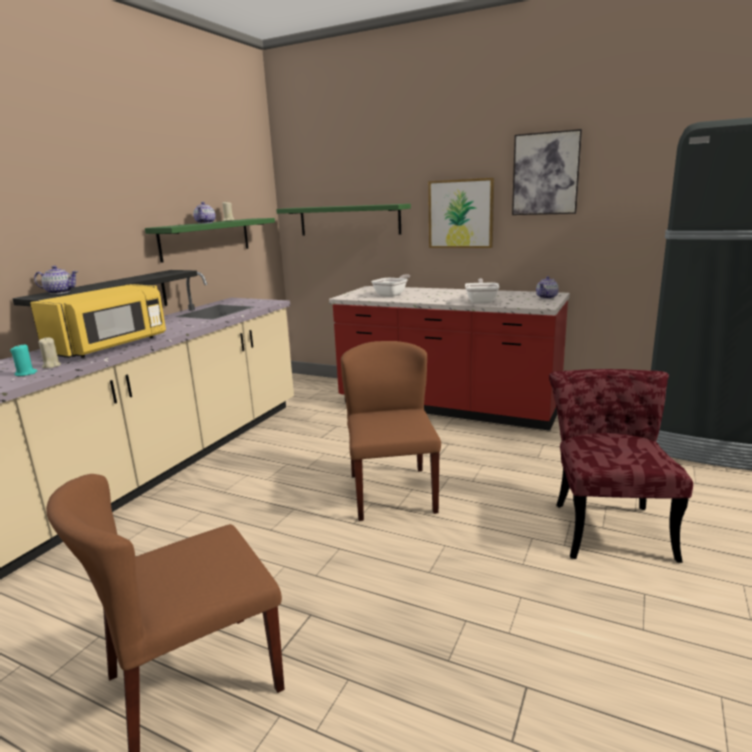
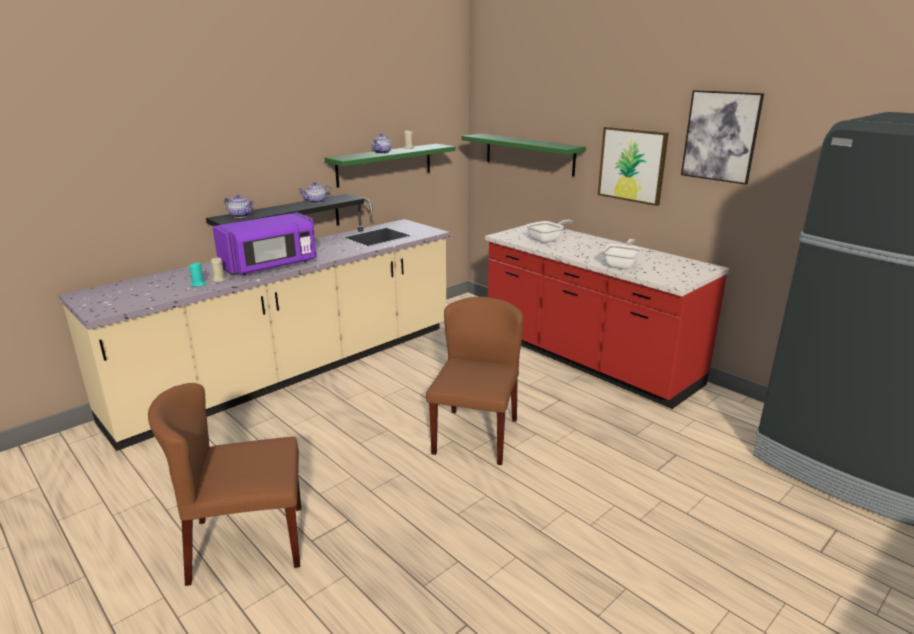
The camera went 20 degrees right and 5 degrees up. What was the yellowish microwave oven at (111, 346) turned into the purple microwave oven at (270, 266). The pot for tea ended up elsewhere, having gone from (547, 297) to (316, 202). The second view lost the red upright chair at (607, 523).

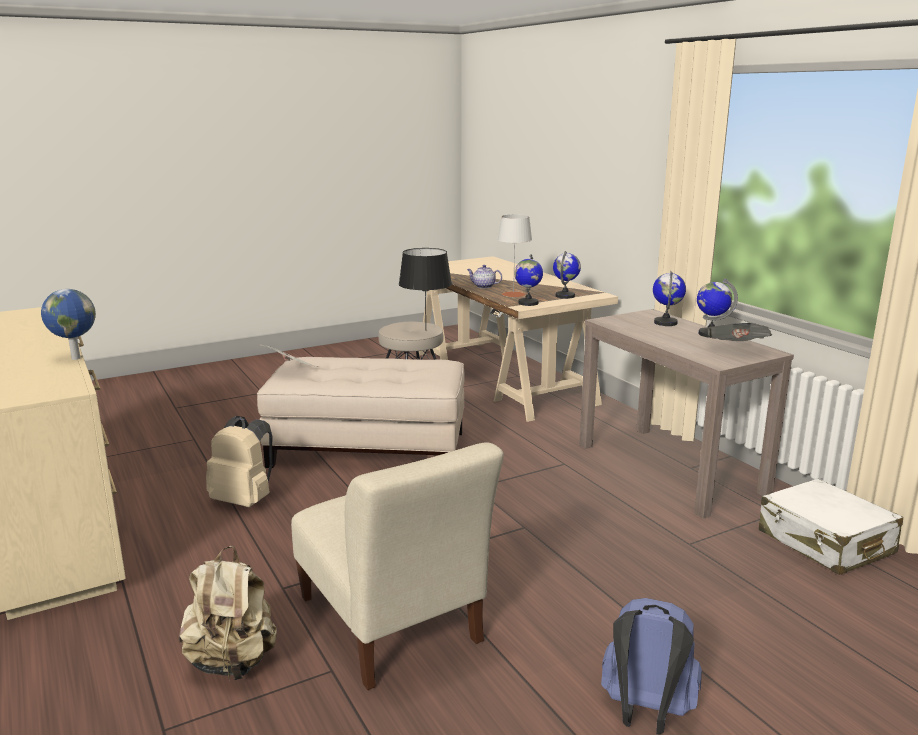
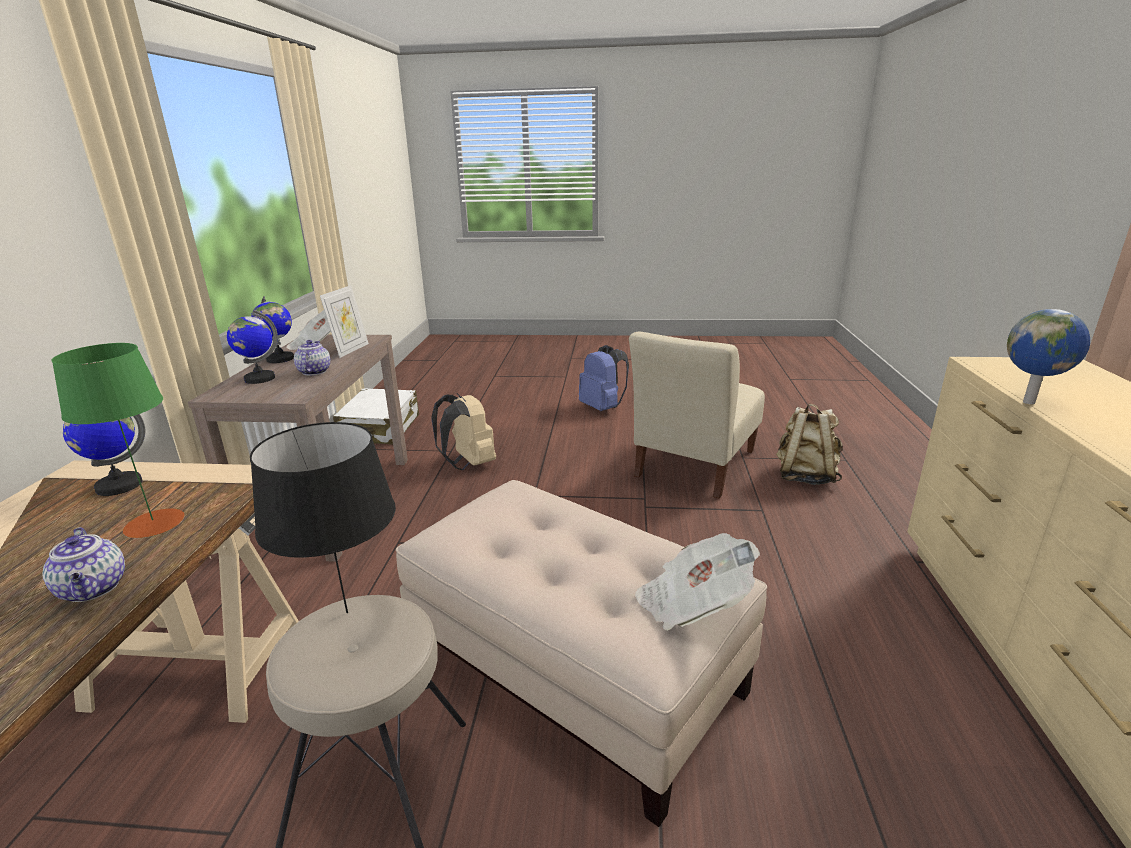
The camera went 145 degrees left and 5 degrees up. What was the grey lamp for a table at (513, 294) turned into the green lamp for a table at (154, 523). The second view gained the pot for tea at (314, 371). The second view gained the picture frame at (350, 350). The beige rucksack ended up elsewhere, having gone from (245, 500) to (468, 464). The beige upright chair at (391, 625) ended up facing another way, 150 degrees counterclockwise from before. The second view lost the world globe at (528, 303).

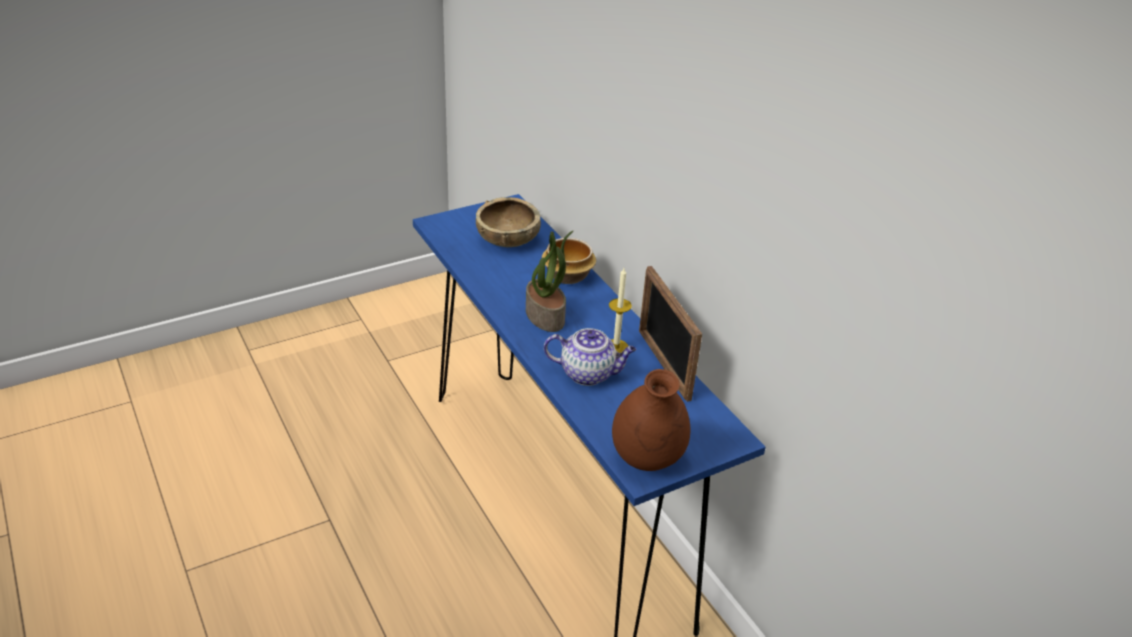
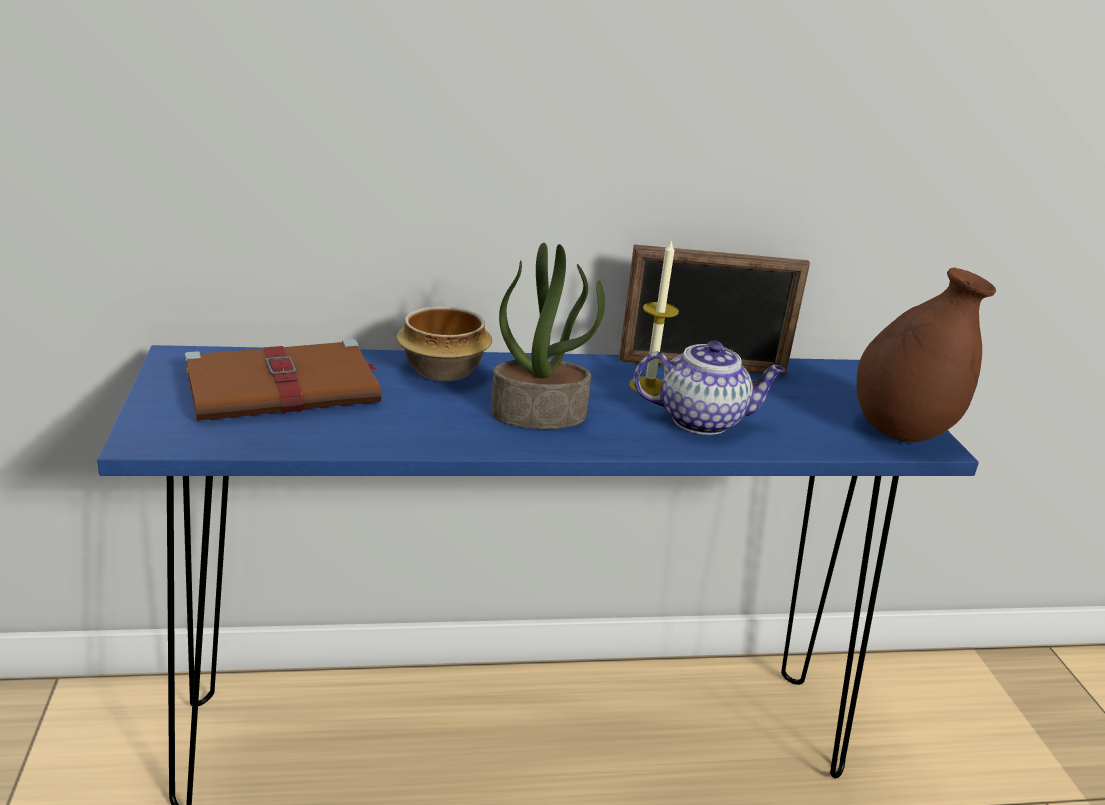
The camera went 70 degrees left and 10 degrees down. Where the brown-coloured deep dish stood at (507, 239), the brown-coloured bound book came to stand at (286, 388). The pot for tea at (589, 373) ended up facing another way, 60 degrees clockwise from before.

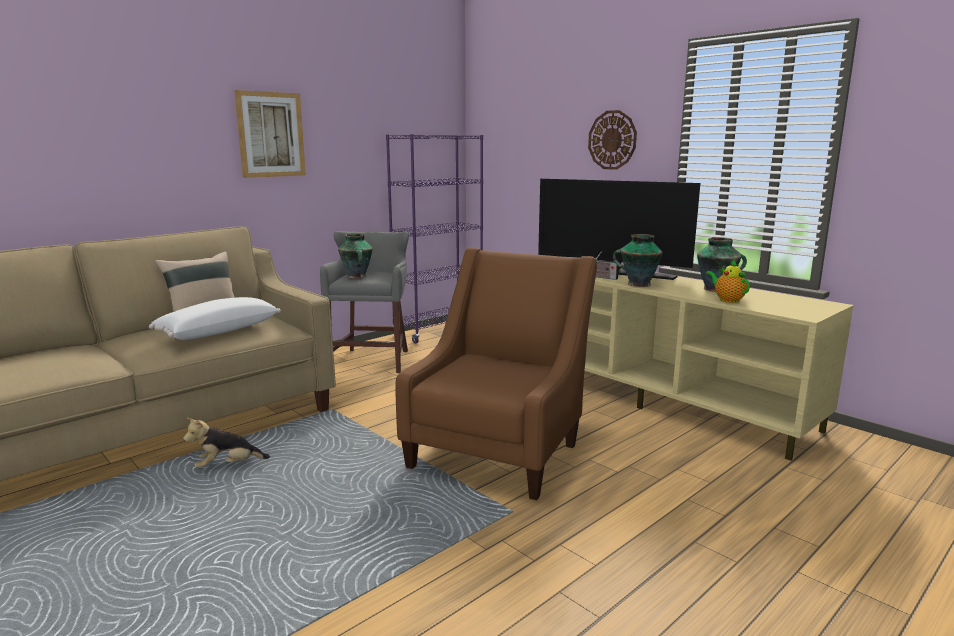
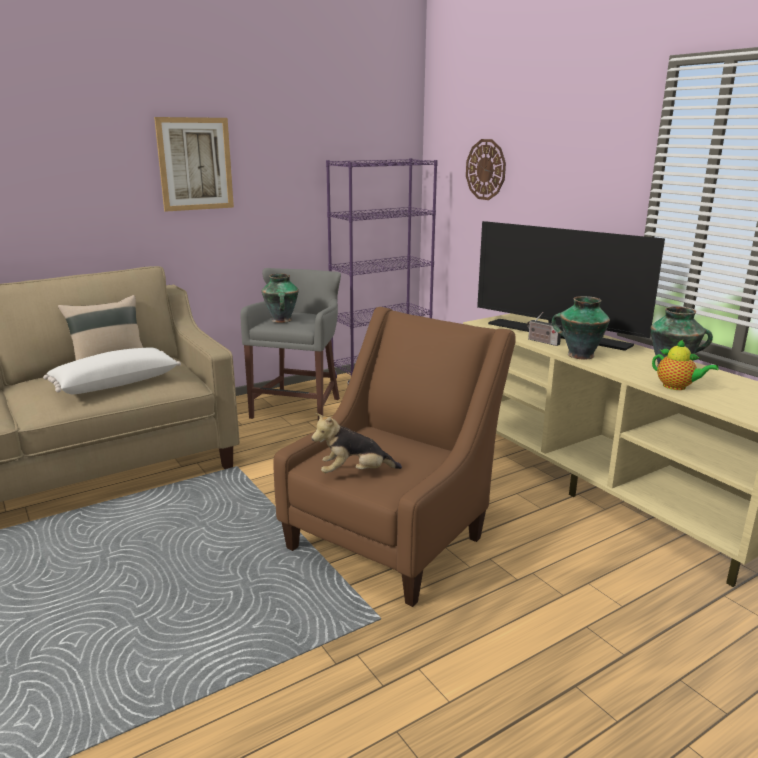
The camera went 10 degrees right and 5 degrees up. The plush toy ended up elsewhere, having gone from (227, 466) to (354, 473). The clock on the wall ended up elsewhere, having gone from (612, 140) to (486, 169). The pot for tea at (727, 300) ended up facing another way, 150 degrees clockwise from before.

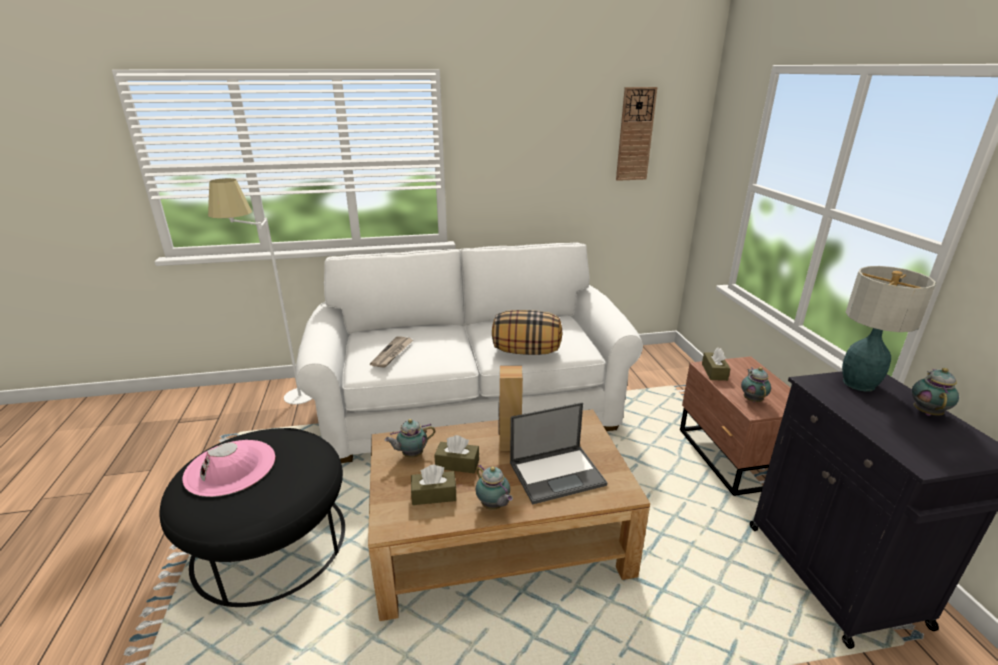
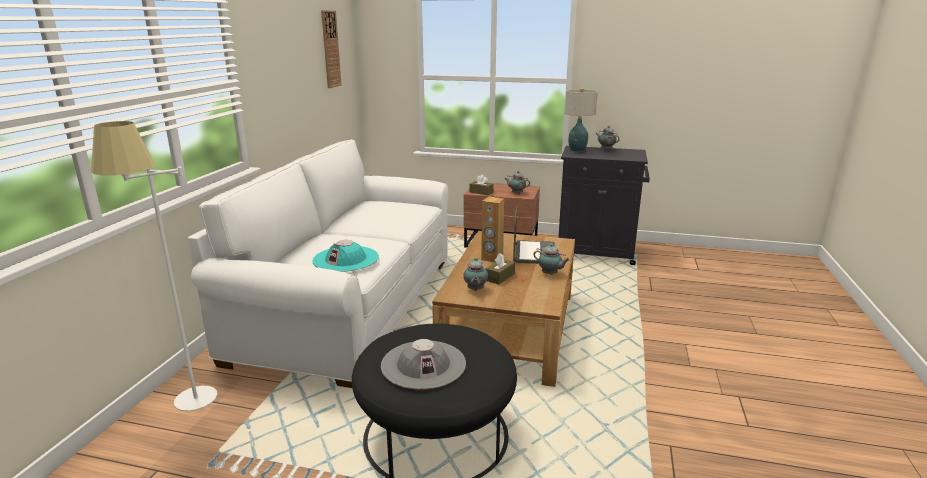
The camera went 65 degrees left and 5 degrees down. Where the daily paper stood at (392, 353), the turquoise-coloured hat came to stand at (346, 259). What was the pinkish hat at (230, 467) turned into the grey hat at (423, 364). The pot for tea at (493, 506) ended up facing another way, 45 degrees clockwise from before. The second view lost the brown-coloured tissue box at (434, 495). The second view lost the throw pillow at (526, 351).

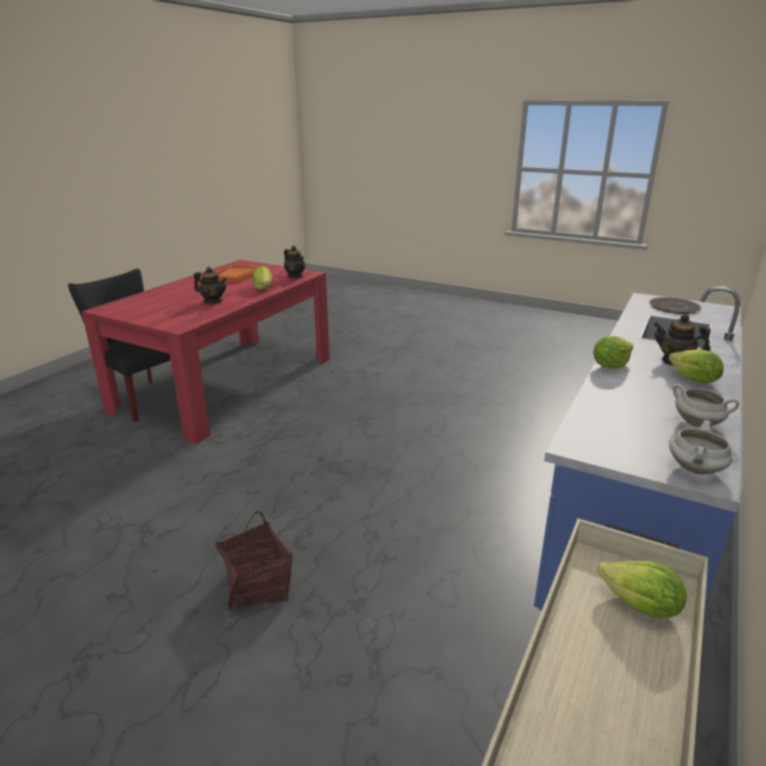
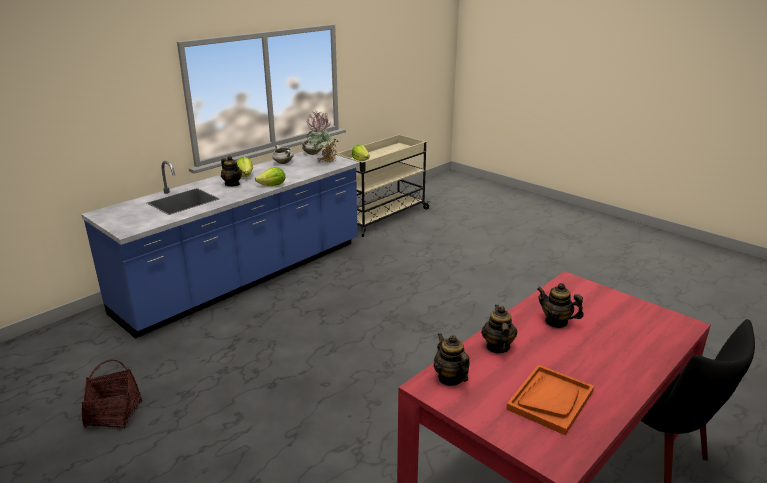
The camera went 165 degrees left and 0 degrees up. The basket ended up elsewhere, having gone from (257, 586) to (114, 414). The second view gained the houseplant at (323, 163). Where the lettuce head stood at (263, 288), the pot for tea came to stand at (497, 347). The second view lost the blackish dinner plate at (674, 306).

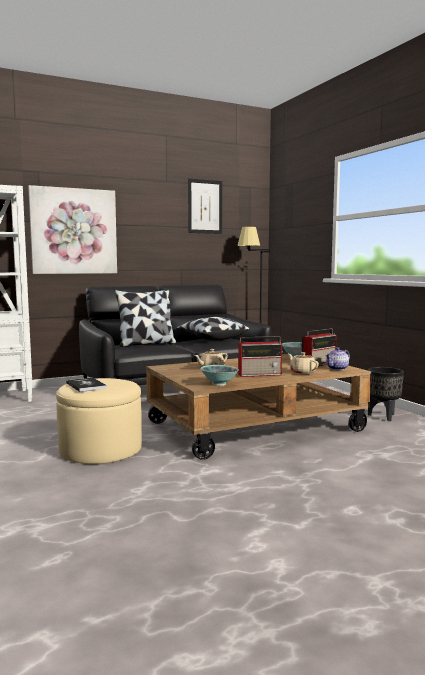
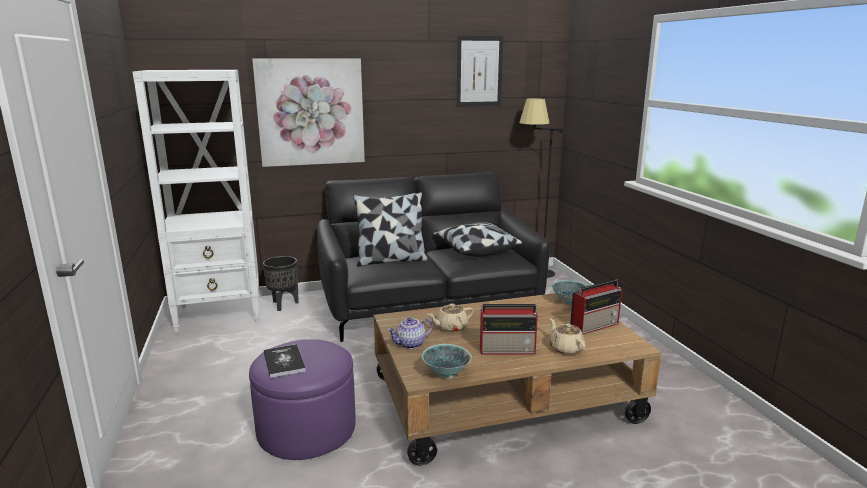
The camera went 10 degrees right and 10 degrees up. What was the beige footrest at (100, 449) turned into the purple footrest at (306, 429). The blackish plant pot ended up elsewhere, having gone from (383, 416) to (283, 304). The pot for tea ended up elsewhere, having gone from (337, 369) to (410, 344).

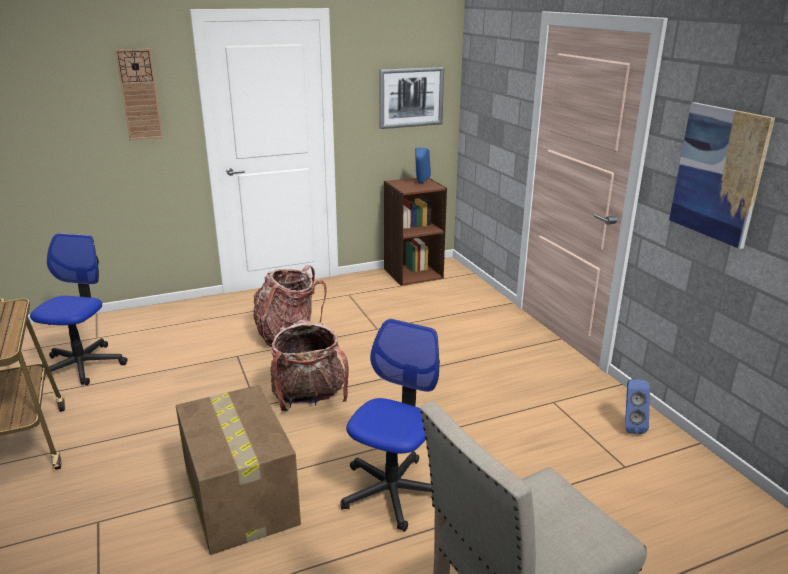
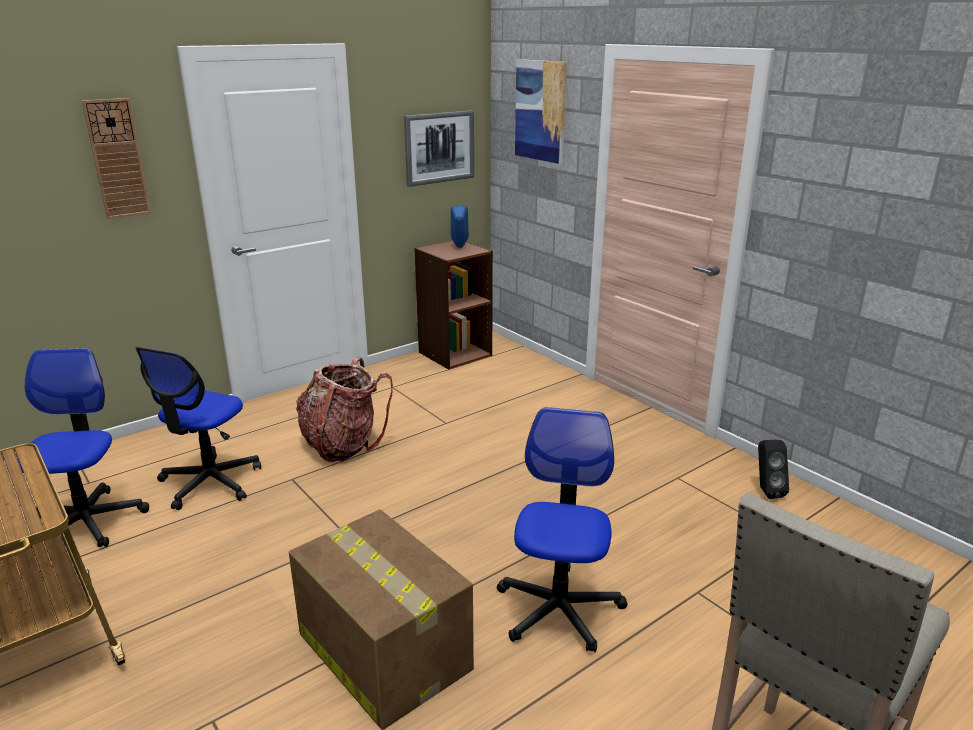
The camera went 15 degrees left and 0 degrees up. The second view gained the computer chair at (210, 482). The picture ended up elsewhere, having gone from (718, 173) to (540, 111). What was the blue speaker at (630, 426) turned into the blackish speaker at (766, 491). The second view lost the rucksack at (309, 398).

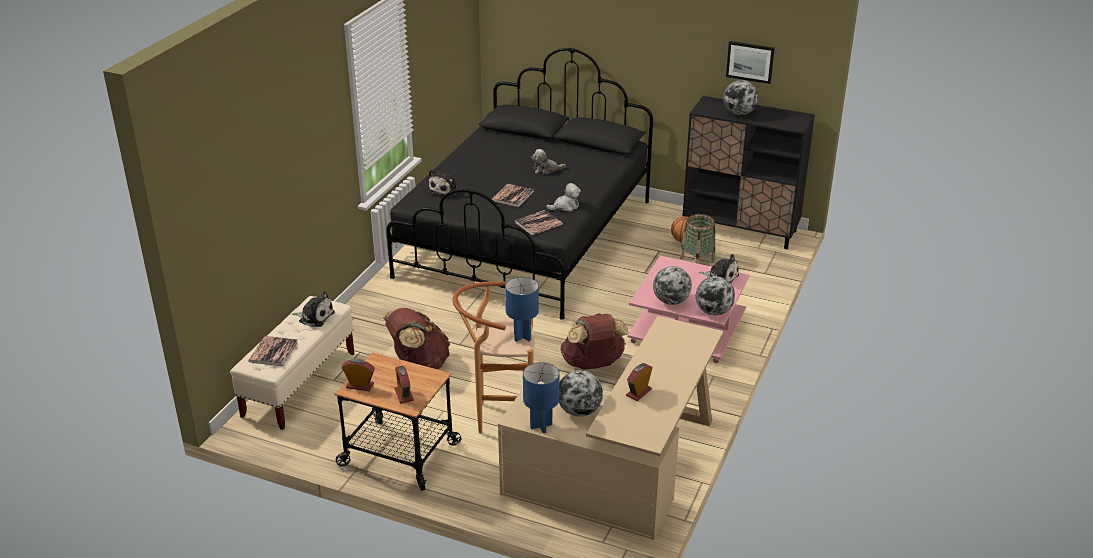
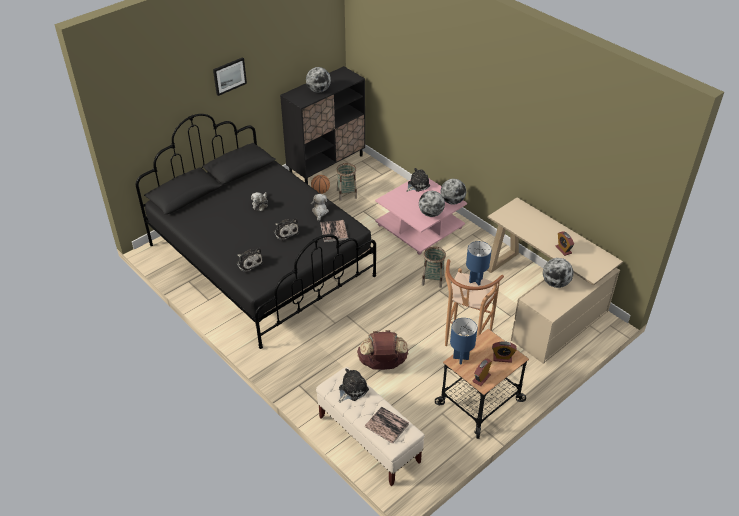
The camera went 65 degrees left and 10 degrees up. The picture ended up elsewhere, having gone from (750, 61) to (229, 76). Where the bound book stood at (512, 196), the plush toy came to stand at (285, 232). Where the brown-coloured rucksack stood at (593, 364), the basket came to stand at (432, 279). The blue lamp for a table ended up elsewhere, having gone from (541, 426) to (461, 358).

